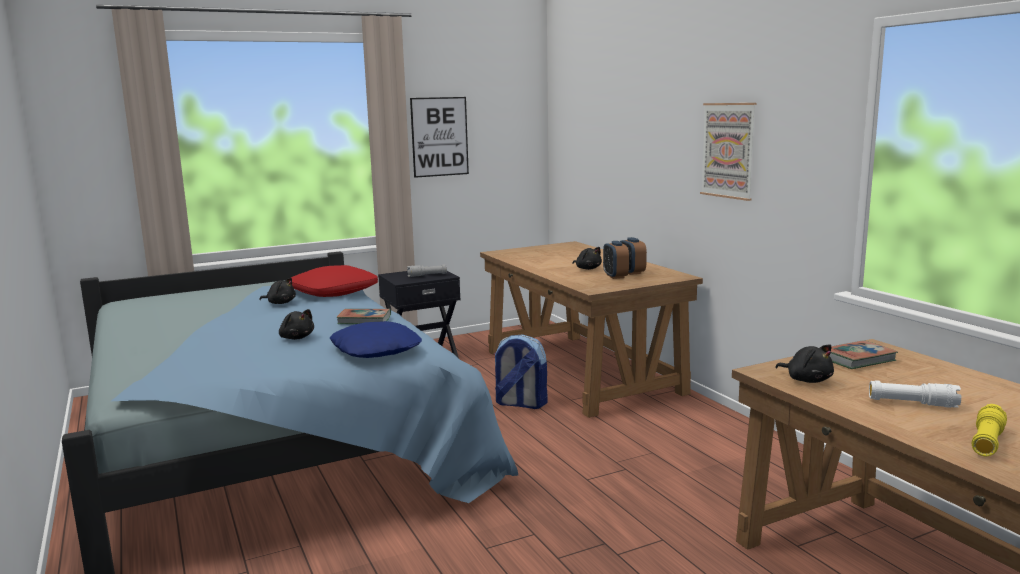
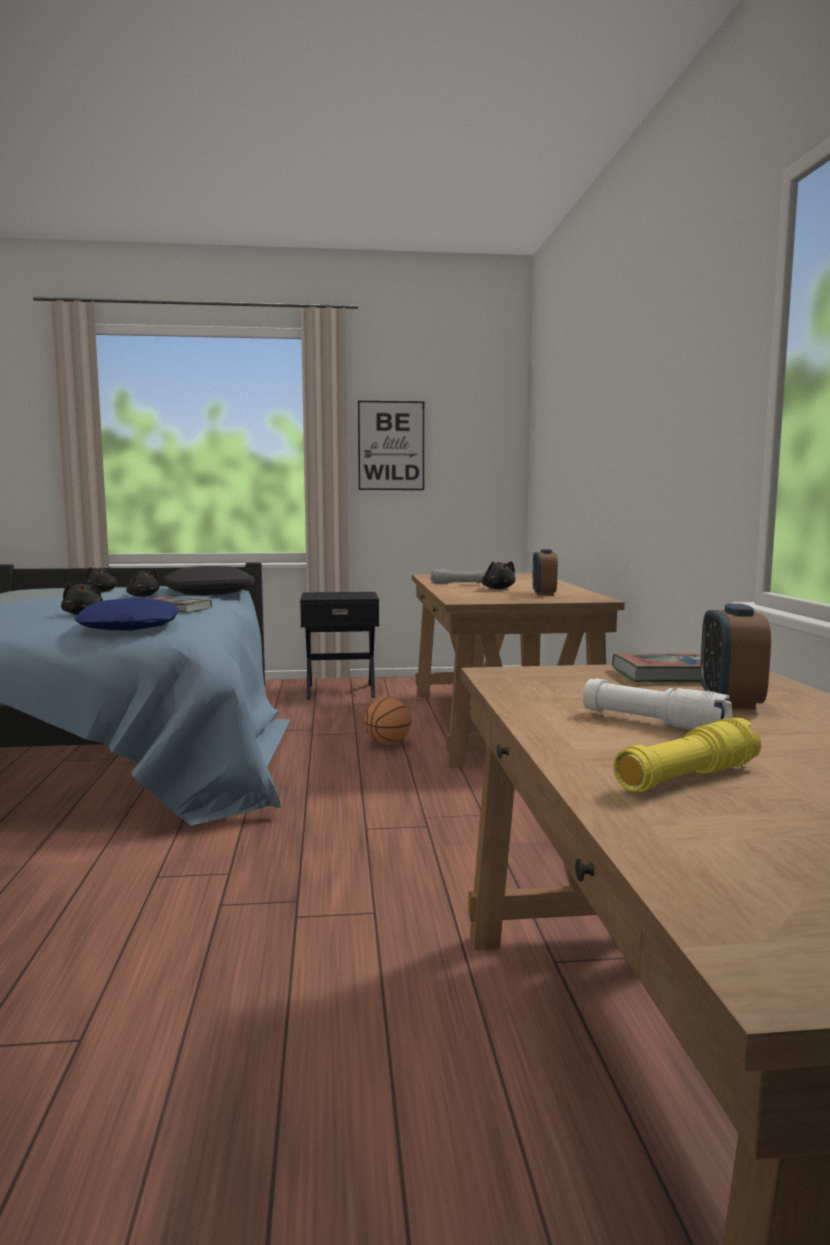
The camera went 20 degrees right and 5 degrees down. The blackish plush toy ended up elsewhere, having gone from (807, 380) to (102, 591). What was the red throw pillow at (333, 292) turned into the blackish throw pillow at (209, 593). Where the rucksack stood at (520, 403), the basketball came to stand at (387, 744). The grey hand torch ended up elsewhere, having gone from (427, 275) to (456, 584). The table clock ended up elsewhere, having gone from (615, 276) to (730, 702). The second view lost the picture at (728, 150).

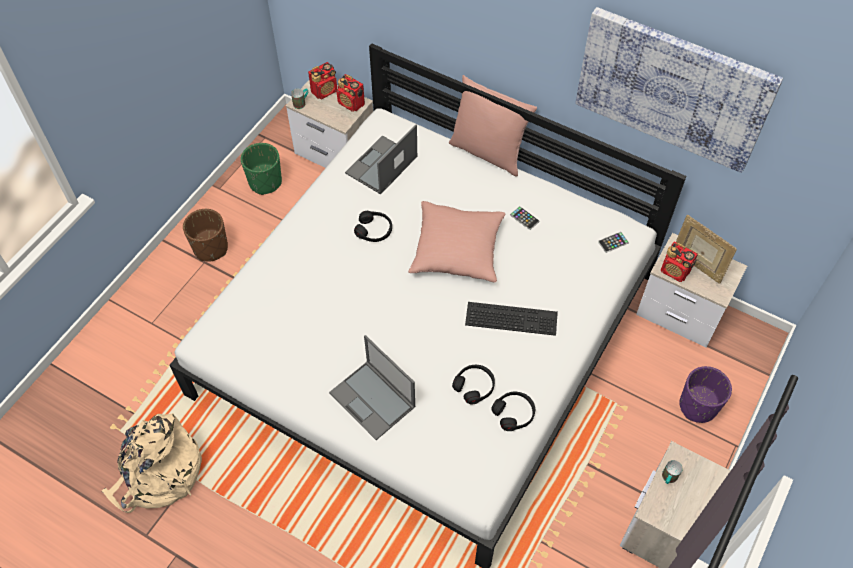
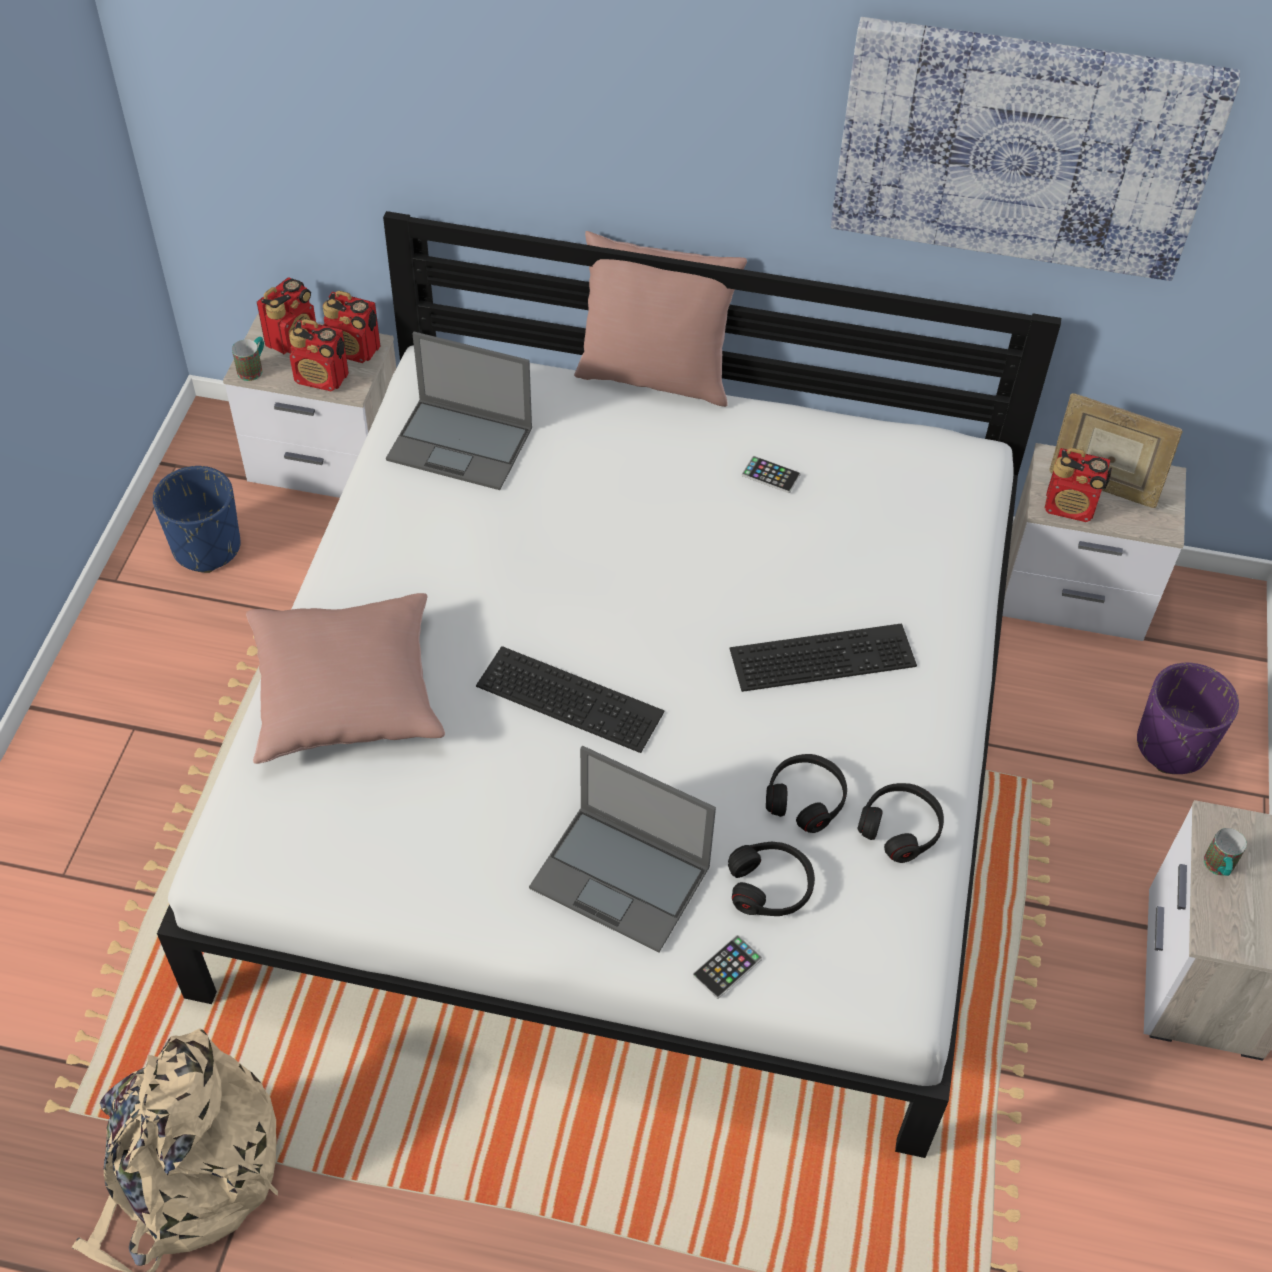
The camera went 20 degrees left and 5 degrees down. What was the green plant pot at (265, 182) turned into the blue plant pot at (207, 547). The pinkish throw pillow ended up elsewhere, having gone from (457, 250) to (347, 693). The second view gained the radio receiver at (322, 378). The laptop at (381, 166) ended up facing another way, 90 degrees counterclockwise from before. The second view gained the computer keyboard at (573, 697). The phone ended up elsewhere, having gone from (613, 242) to (727, 967). The blackish headphones ended up elsewhere, having gone from (374, 230) to (770, 886). The second view lost the brown-coloured plant pot at (211, 248).

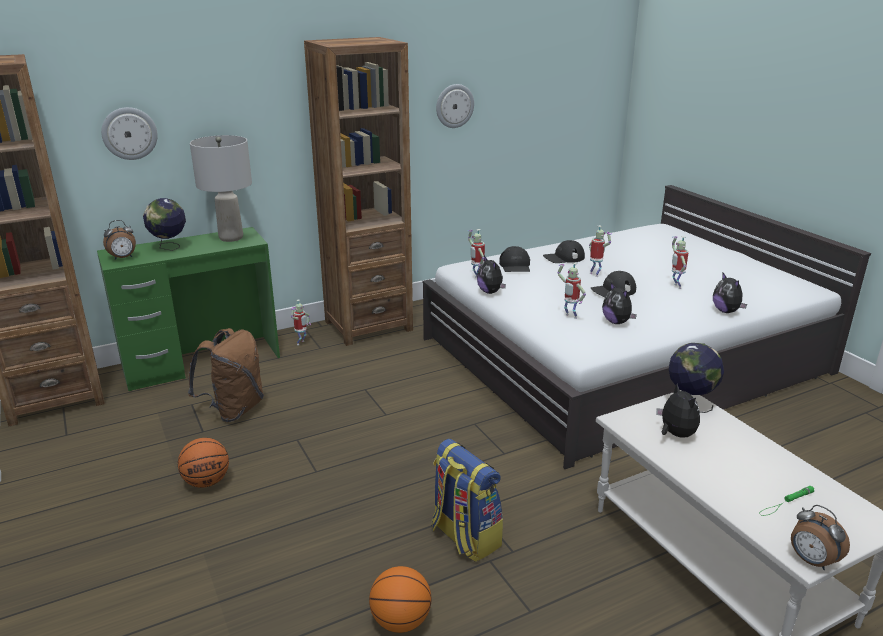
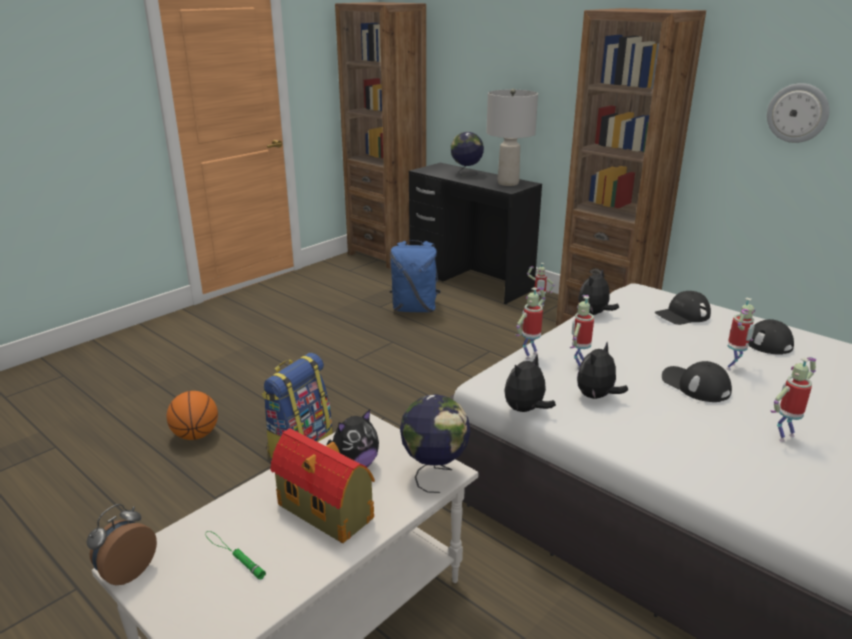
The camera went 70 degrees right and 0 degrees up. The second view gained the miniature house at (326, 512). What was the brown-coloured rucksack at (234, 410) turned into the blue rucksack at (415, 309). What was the green desk table at (202, 361) turned into the blackish desk table at (470, 279). The plush toy ended up elsewhere, having gone from (726, 311) to (525, 410). The toy robot ended up elsewhere, having gone from (476, 278) to (529, 355). The second view lost the clock on the wall at (129, 133). The second view lost the table clock at (123, 258). The second view lost the basketball at (206, 482).

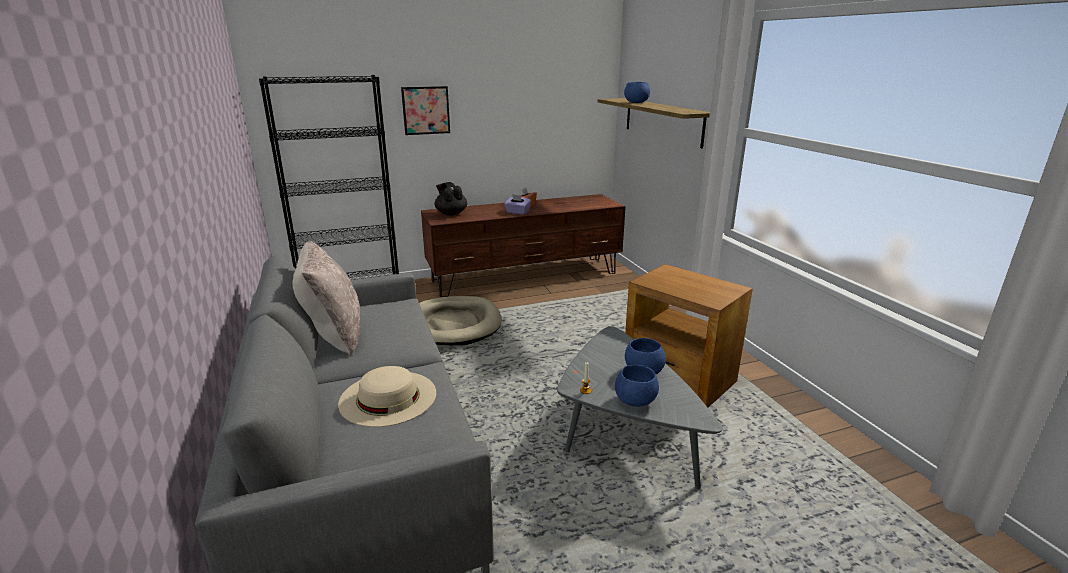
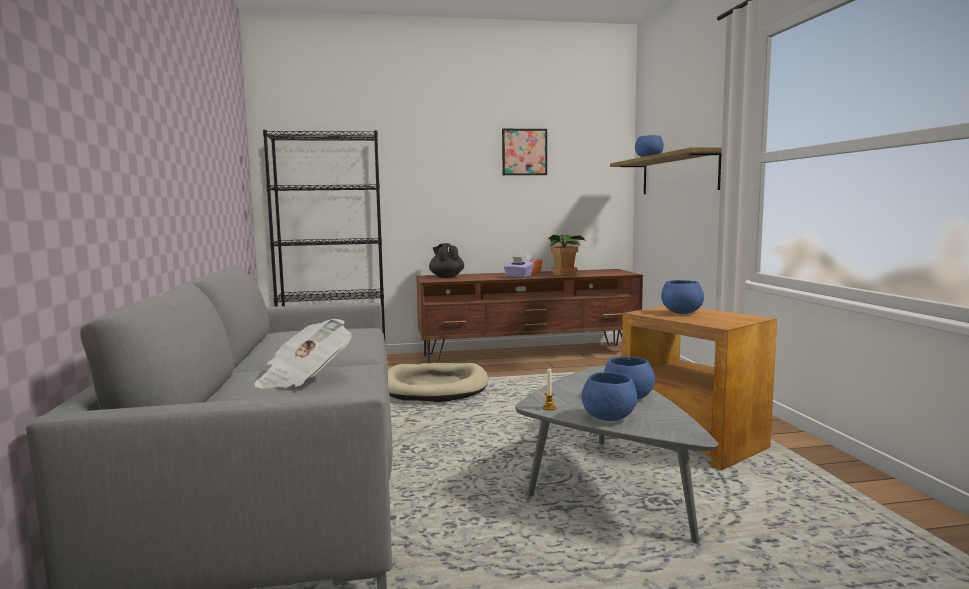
The camera went 10 degrees right and 15 degrees down. Where the beige hat stood at (388, 397), the daily paper came to stand at (304, 378). The picture ended up elsewhere, having gone from (426, 110) to (524, 152). The second view gained the houseplant at (564, 274). The second view gained the blue deep dish at (682, 312). The second view lost the beige throw pillow at (334, 335).

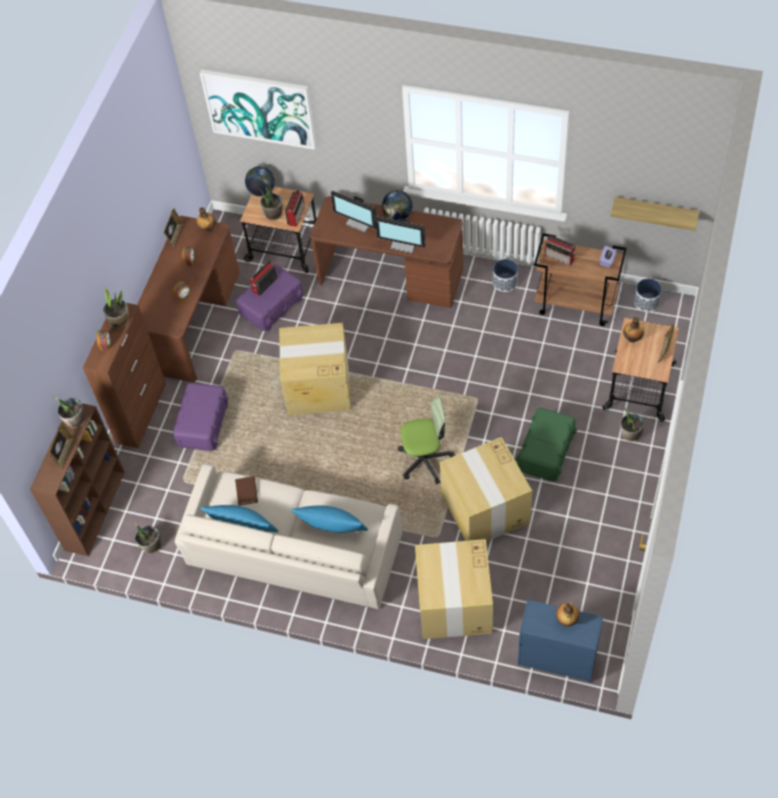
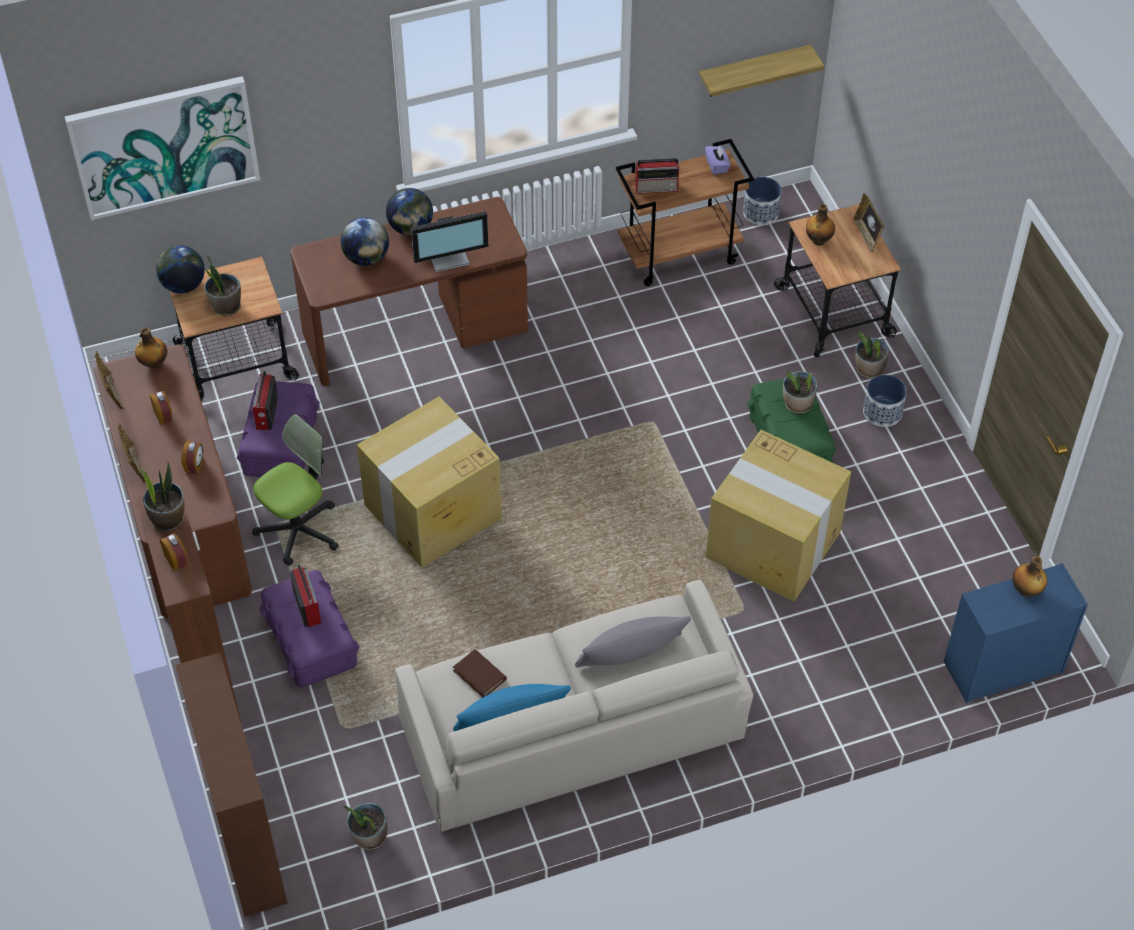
The camera went 40 degrees left and 5 degrees down. The picture frame ended up elsewhere, having gone from (64, 452) to (135, 466). The computer chair ended up elsewhere, having gone from (425, 460) to (298, 530). The radio receiver ended up elsewhere, having gone from (296, 215) to (307, 606). Where the computer display stood at (360, 222), the world globe came to stand at (366, 258). What was the blue throw pillow at (331, 527) turned into the grey throw pillow at (631, 656). The houseplant ended up elsewhere, having gone from (75, 420) to (798, 404). The plant pot ended up elsewhere, having gone from (505, 282) to (882, 412). The second view lost the cardboard box at (454, 605).

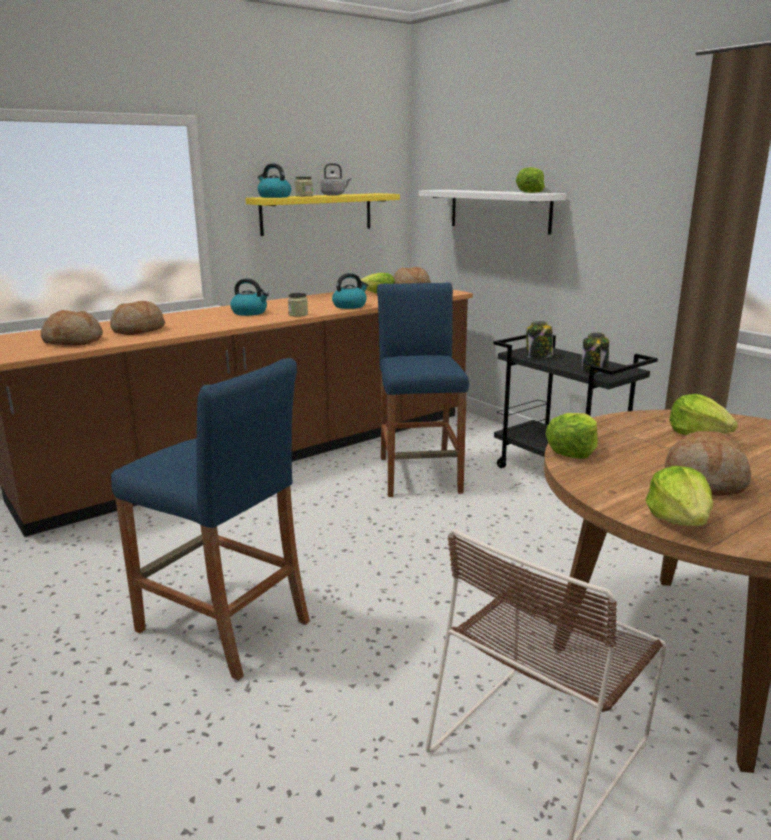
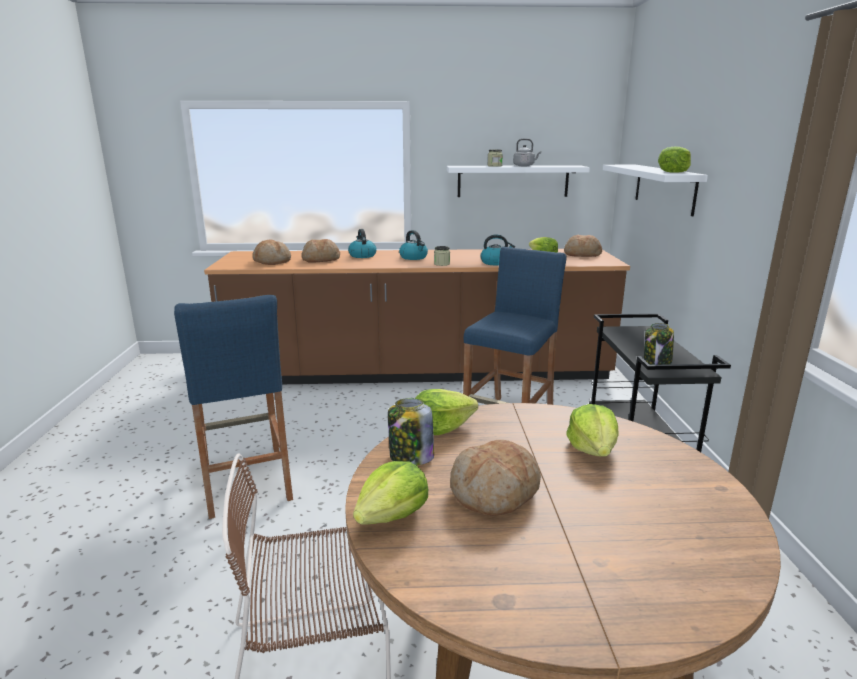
The camera went 35 degrees right and 0 degrees up. The tea kettle ended up elsewhere, having gone from (274, 197) to (362, 255). The jar ended up elsewhere, having gone from (538, 357) to (410, 457). What was the yellowish wall shelf at (317, 213) turned into the white-coloured wall shelf at (513, 181).

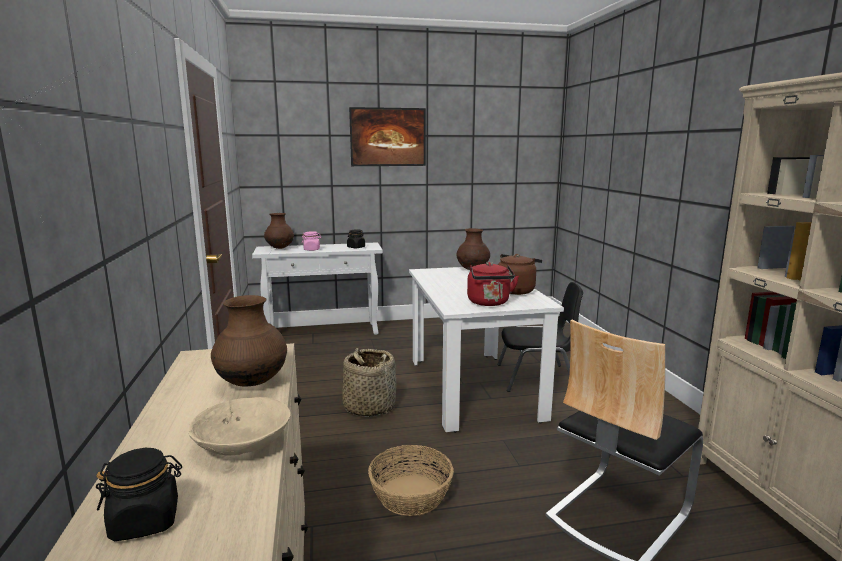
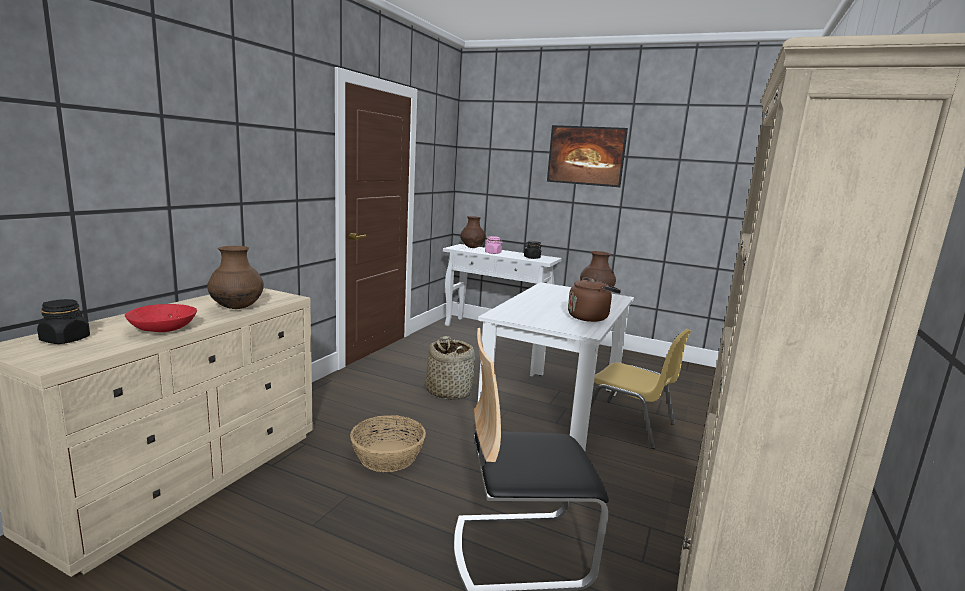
The camera went 35 degrees right and 0 degrees up. What was the beige deep dish at (244, 443) turned into the red deep dish at (164, 329). What was the blackish upright chair at (536, 378) turned into the yellowish upright chair at (629, 424). The second view lost the red tea kettle at (489, 303).

